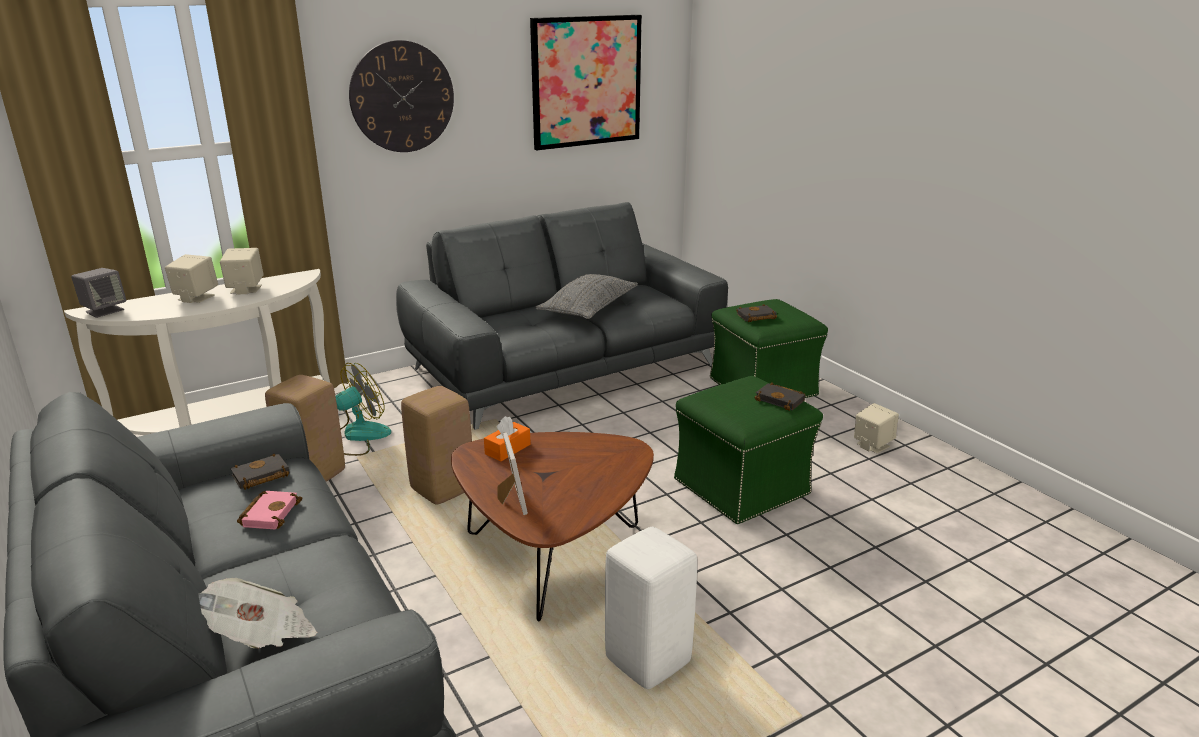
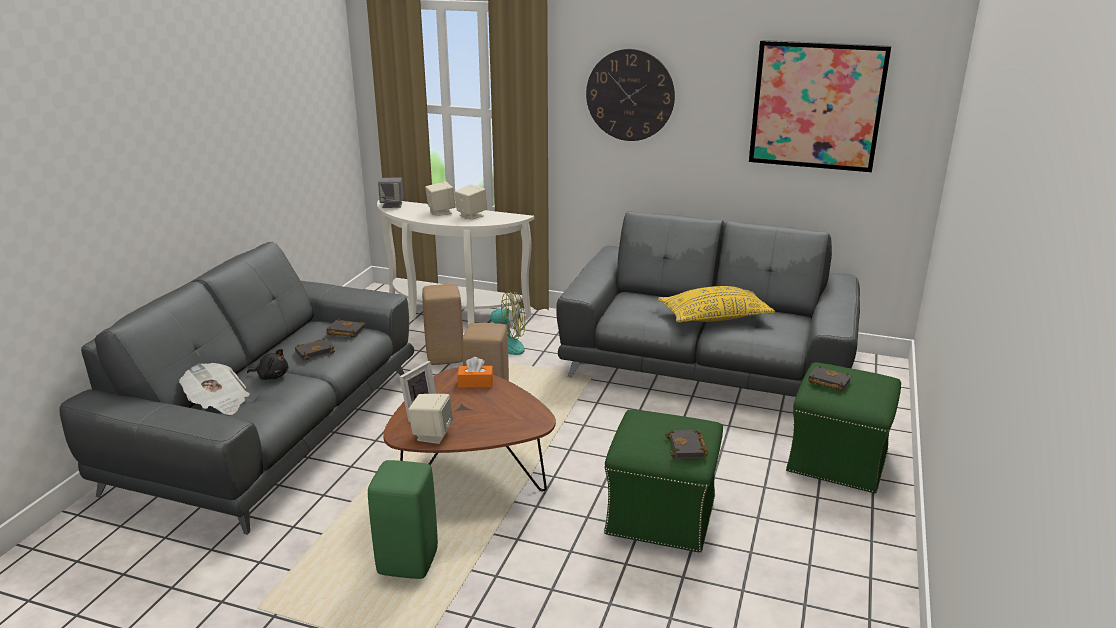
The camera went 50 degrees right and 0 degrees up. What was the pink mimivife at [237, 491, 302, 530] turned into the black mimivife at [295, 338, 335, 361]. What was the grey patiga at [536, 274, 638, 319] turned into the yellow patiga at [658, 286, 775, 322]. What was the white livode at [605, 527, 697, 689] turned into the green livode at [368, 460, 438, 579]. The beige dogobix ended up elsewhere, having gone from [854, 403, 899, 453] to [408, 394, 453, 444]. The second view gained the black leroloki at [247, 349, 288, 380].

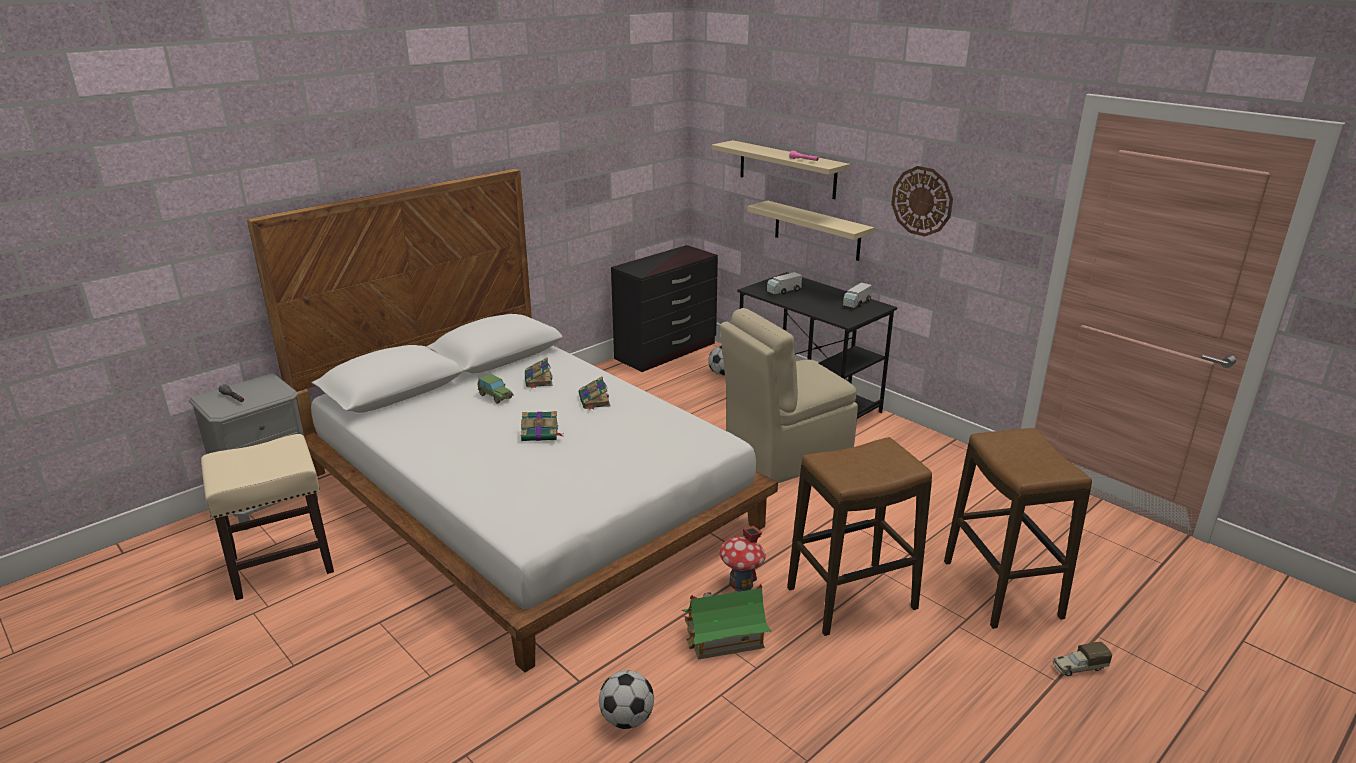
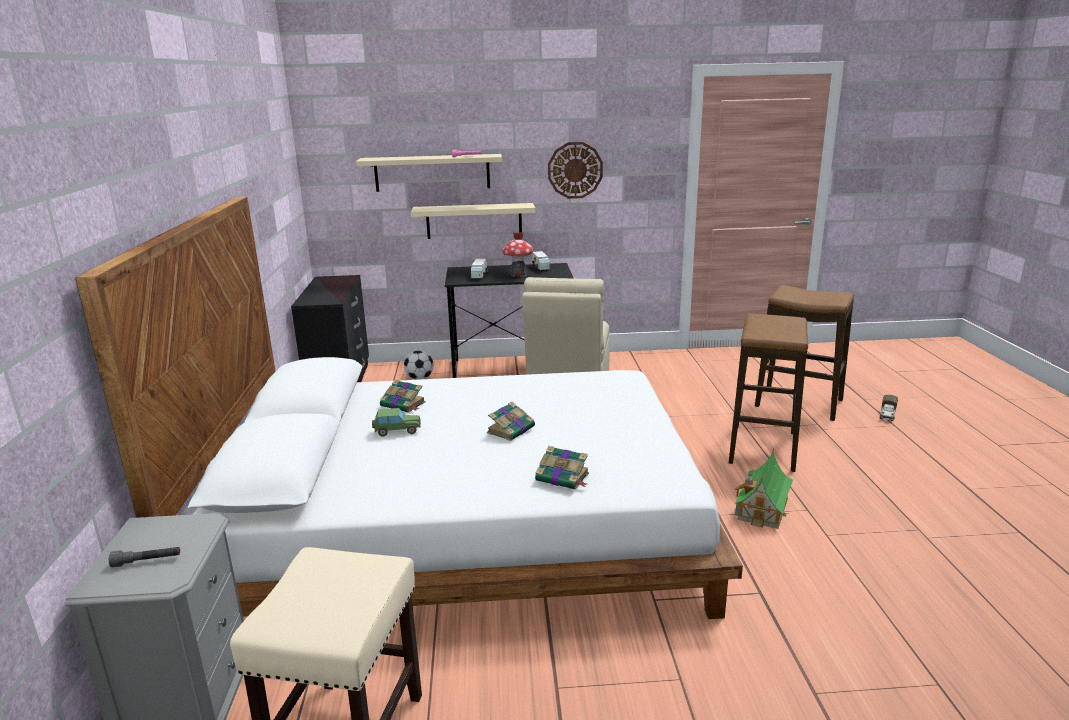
The camera went 50 degrees left and 5 degrees down. The mimivife ended up elsewhere, having gone from [579, 376, 611, 410] to [535, 446, 589, 490]. The second view lost the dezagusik at [599, 670, 654, 729]. The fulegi ended up elsewhere, having gone from [719, 526, 766, 592] to [502, 232, 533, 277].

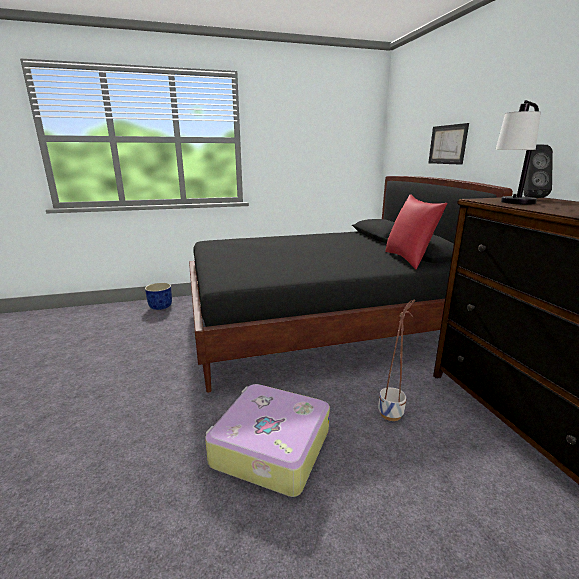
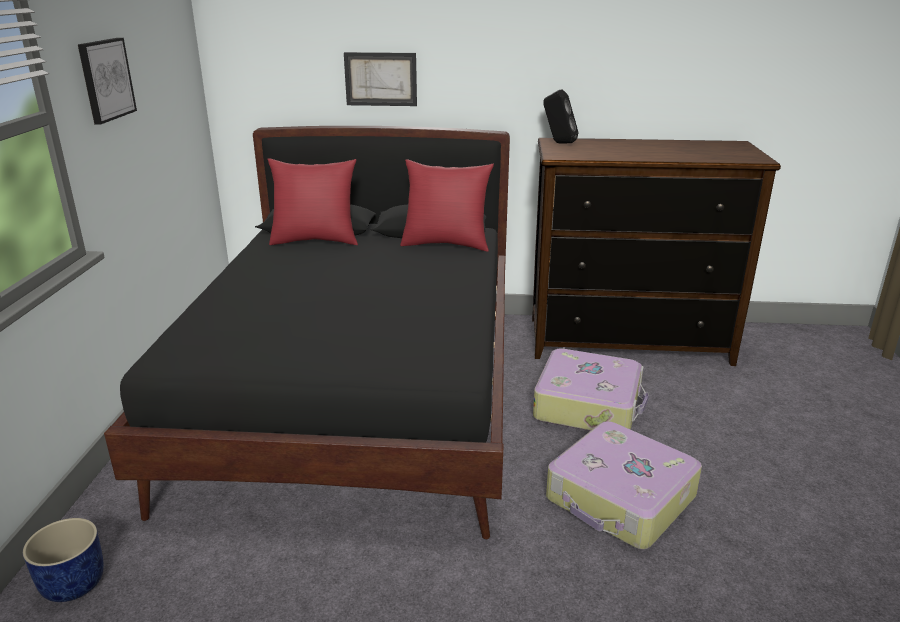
The camera went 70 degrees left and 5 degrees up. Where the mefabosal stood at [378, 299, 415, 421], the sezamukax came to stand at [533, 348, 649, 431]. The second view lost the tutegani at [496, 100, 541, 205]. The second view gained the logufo at [78, 38, 137, 124]. The second view gained the red patiga at [267, 159, 358, 245].

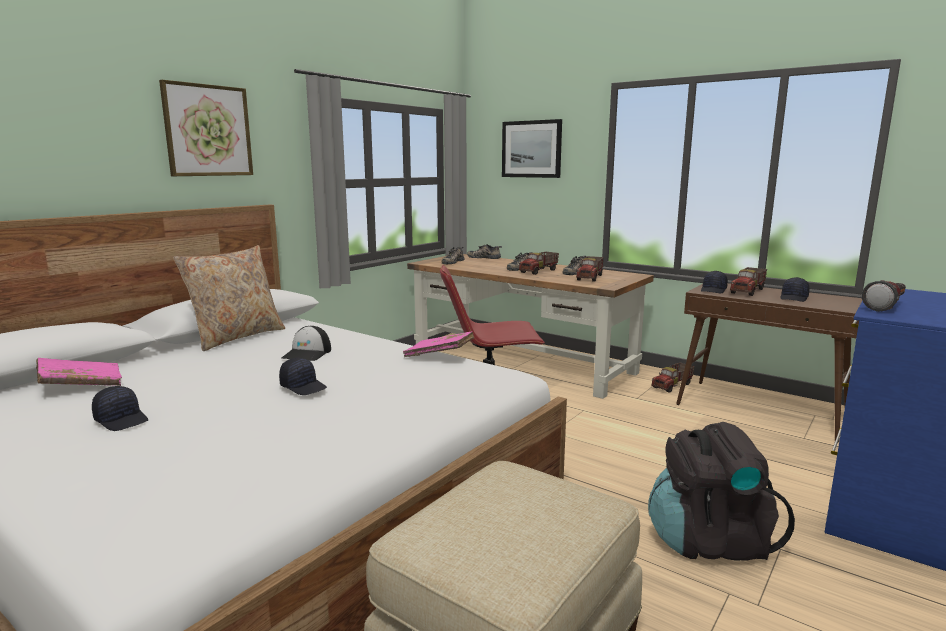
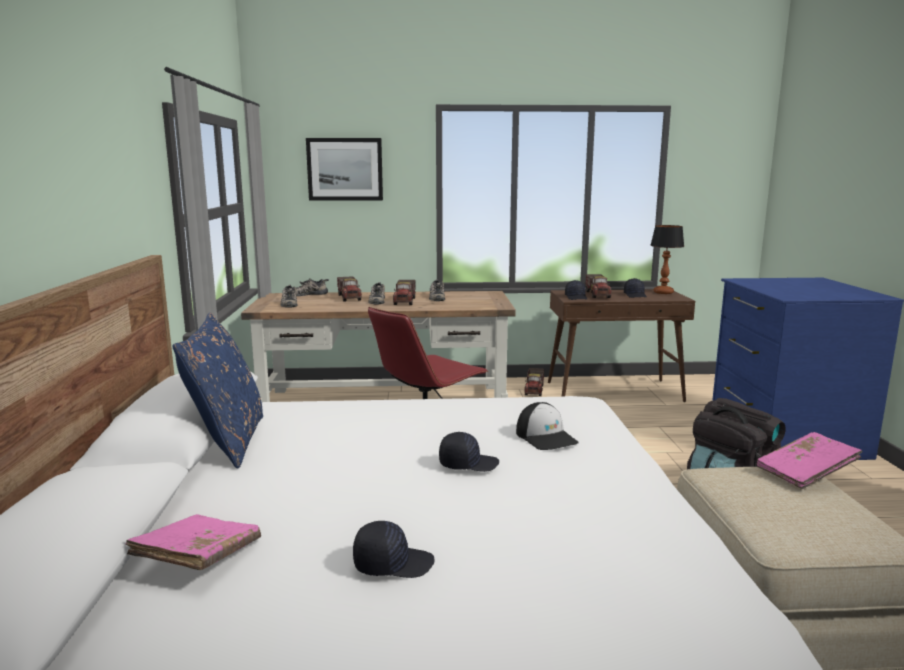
The camera went 40 degrees left and 0 degrees up. The second view lost the logufo at [159, 80, 253, 176]. What was the beige patiga at [173, 245, 285, 351] turned into the blue patiga at [173, 313, 263, 469]. The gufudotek ended up elsewhere, having gone from [282, 326, 331, 361] to [516, 402, 579, 450]. The pink mimivife ended up elsewhere, having gone from [403, 332, 474, 357] to [757, 432, 863, 489]. The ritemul ended up elsewhere, having gone from [576, 256, 604, 282] to [337, 276, 362, 302]. The second view lost the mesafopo at [862, 280, 906, 312]. The second view gained the tutegani at [650, 225, 684, 294].

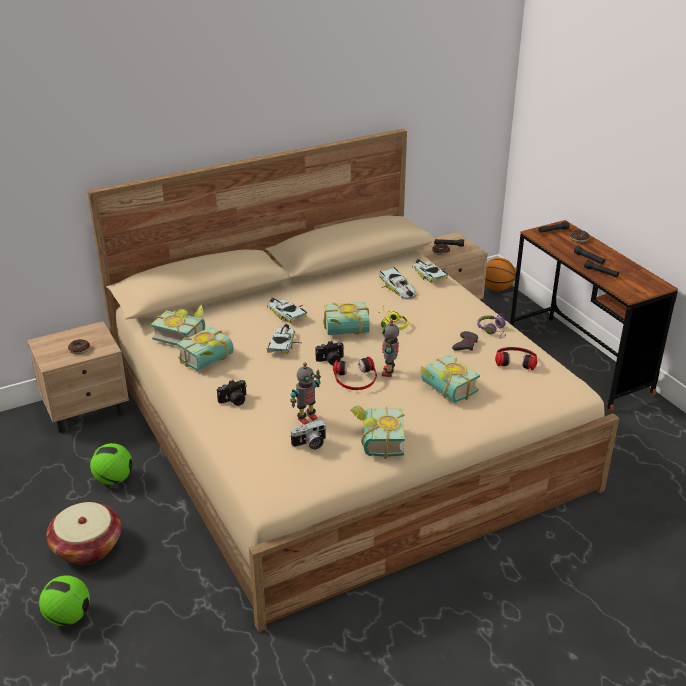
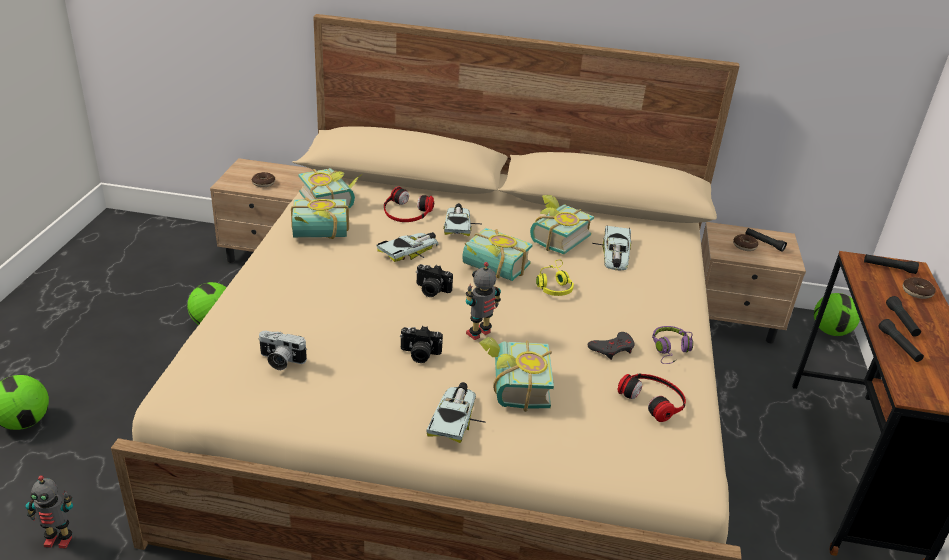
The camera went 35 degrees right and 0 degrees up. The second view lost the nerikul at [46, 502, 121, 564]. The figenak ended up elsewhere, having gone from [217, 380, 247, 406] to [400, 326, 443, 363]. The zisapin ended up elsewhere, having gone from [290, 363, 321, 425] to [26, 475, 73, 548]. The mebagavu ended up elsewhere, having gone from [333, 357, 377, 390] to [384, 187, 434, 222]. The mimivife ended up elsewhere, having gone from [350, 406, 405, 459] to [530, 195, 594, 254]. The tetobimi ended up elsewhere, having gone from [412, 259, 448, 283] to [426, 382, 486, 443]. Where the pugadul stood at [485, 258, 516, 291], the dezagusik came to stand at [814, 293, 860, 336].

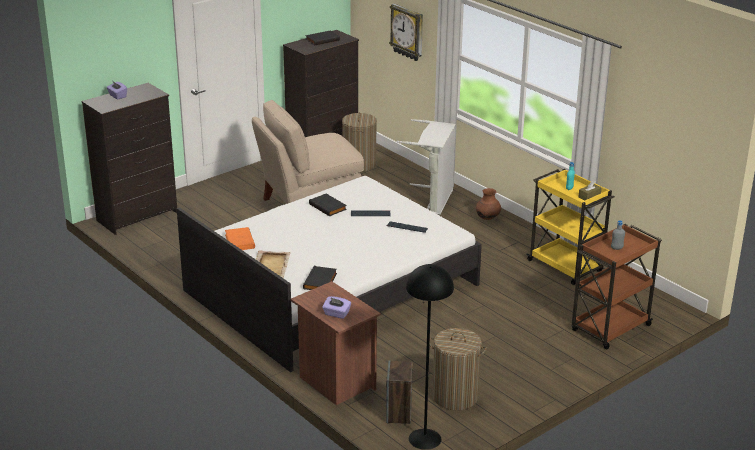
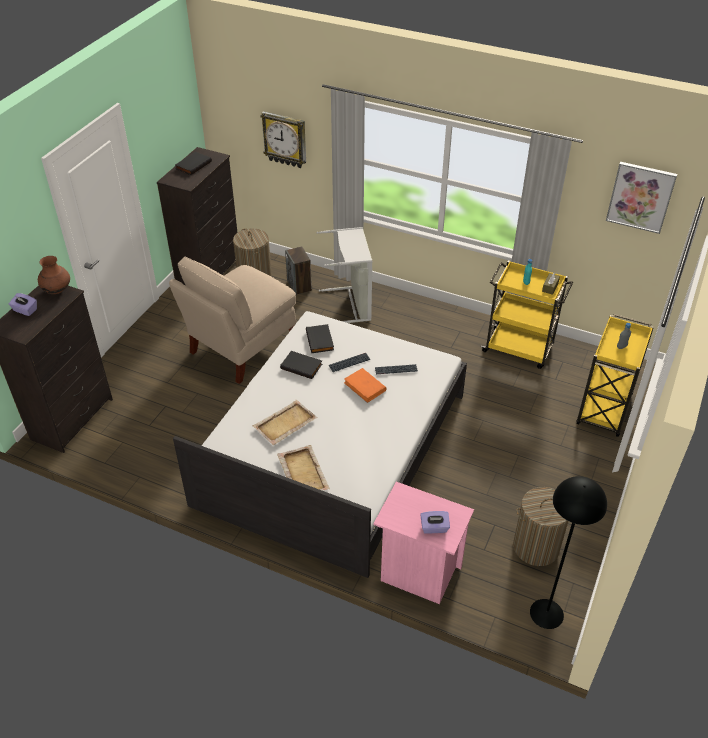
The camera went 25 degrees left and 15 degrees up. The orange mimivife ended up elsewhere, having gone from [225, 227, 255, 250] to [344, 368, 387, 403]. What was the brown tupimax at [291, 281, 381, 405] turned into the pink tupimax at [374, 482, 474, 604]. The black mimivife ended up elsewhere, having gone from [303, 266, 337, 290] to [306, 324, 334, 353]. The dogobix ended up elsewhere, having gone from [386, 360, 413, 424] to [285, 246, 312, 295]. The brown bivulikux ended up elsewhere, having gone from [476, 188, 501, 220] to [38, 256, 70, 294]. What was the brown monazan at [572, 224, 662, 350] turned into the yellow monazan at [576, 314, 654, 437]. The second view gained the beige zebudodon at [253, 400, 317, 445]. The second view gained the logufo at [606, 162, 677, 234].

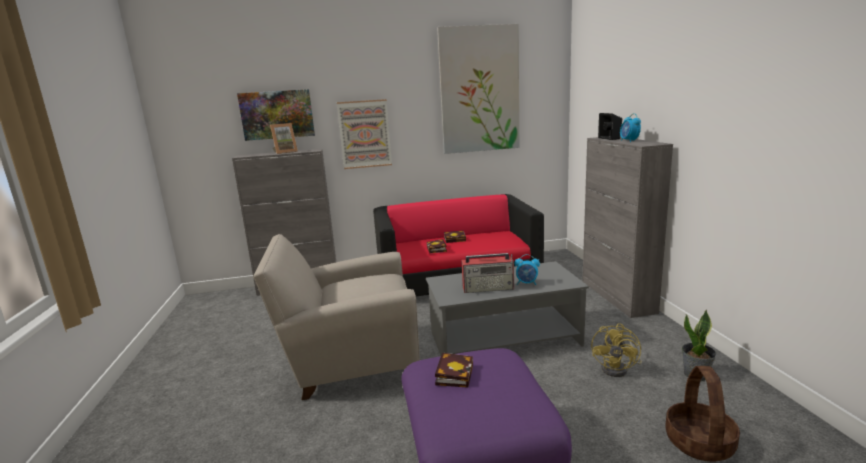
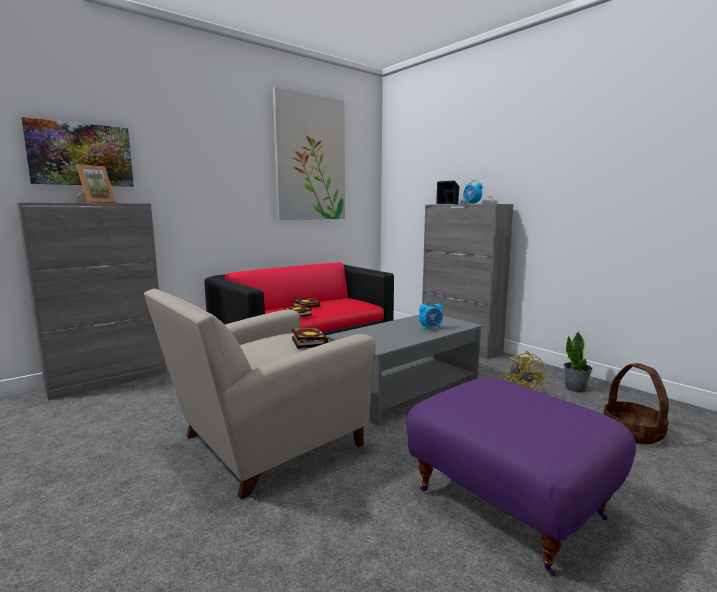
The camera went 30 degrees left and 5 degrees down. The second view lost the logufo at [337, 99, 392, 169]. The mimivife ended up elsewhere, having gone from [435, 352, 473, 388] to [292, 329, 326, 349]. The second view lost the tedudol at [461, 253, 514, 293].

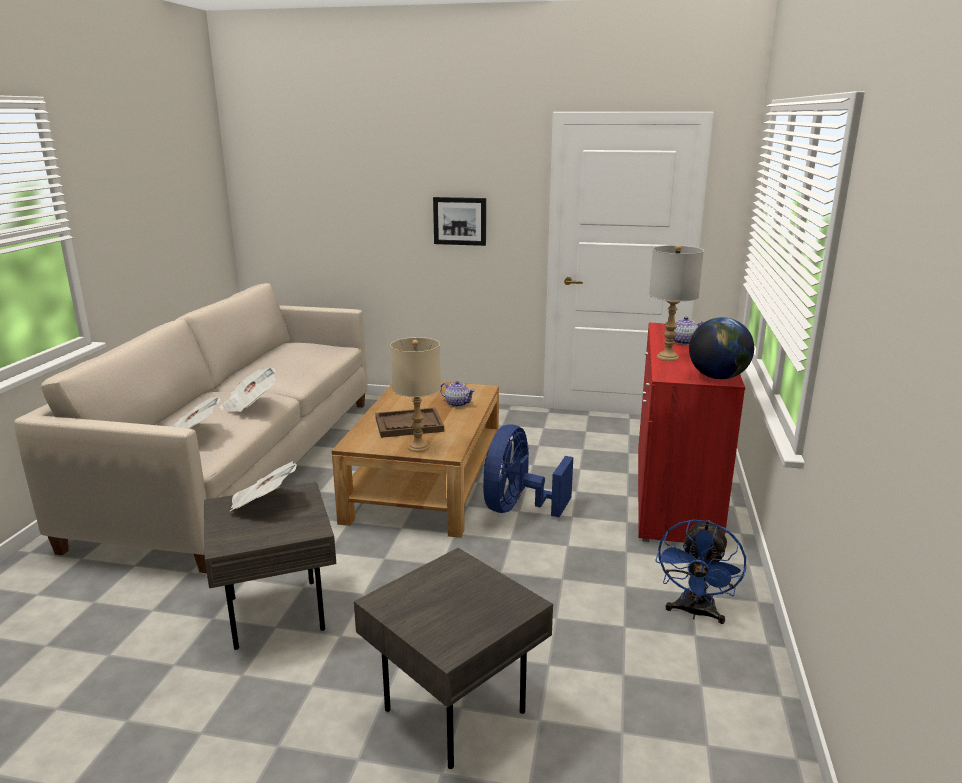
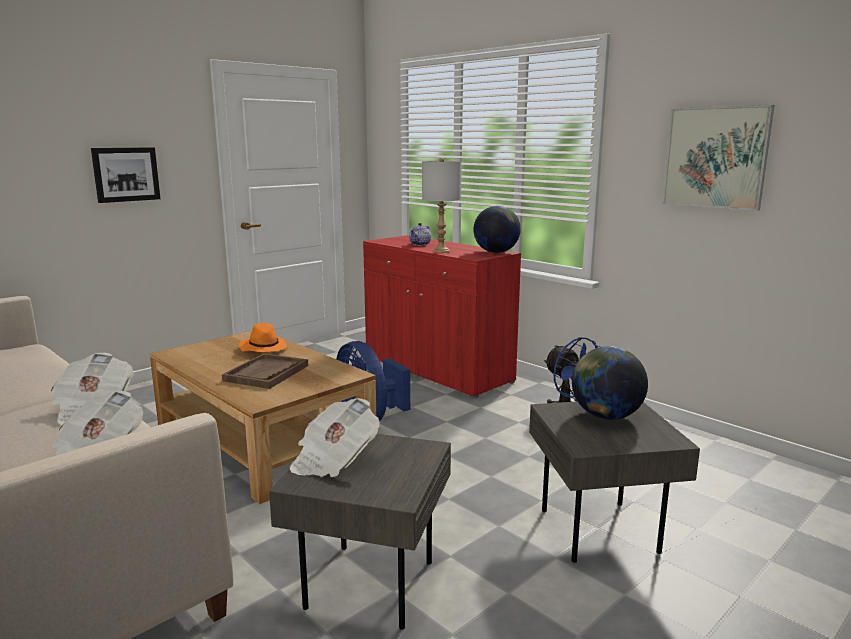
The camera went 55 degrees left and 5 degrees down. The second view lost the beige tutegani at [390, 337, 441, 452]. Where the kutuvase stood at [440, 381, 475, 407], the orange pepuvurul came to stand at [239, 323, 287, 352]. The second view gained the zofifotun at [572, 346, 648, 420]. The second view gained the logufo at [662, 105, 774, 211].

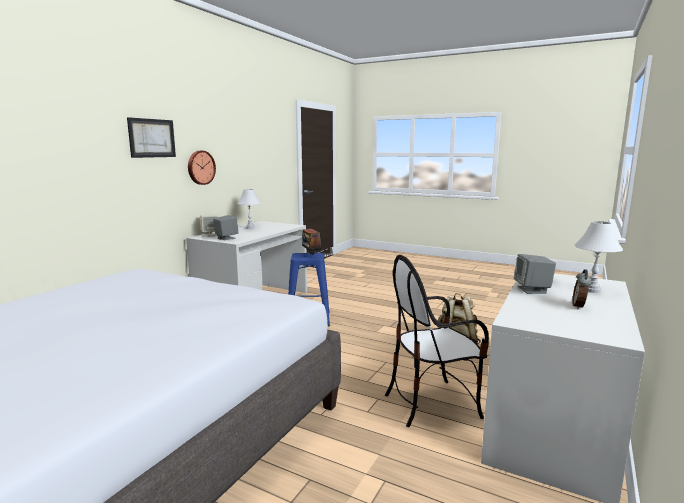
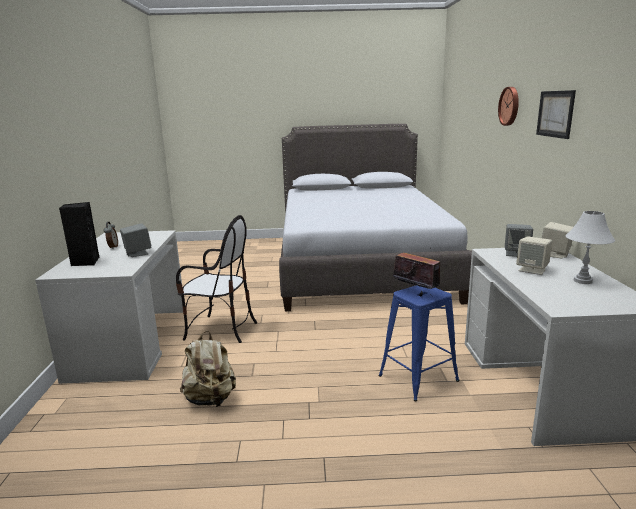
The camera went 150 degrees right and 5 degrees up. The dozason ended up elsewhere, having gone from [188, 151, 216, 185] to [498, 87, 519, 126]. The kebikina at [385, 255, 489, 427] ended up facing another way, 60 degrees clockwise from before. Where the white tutegani stood at [574, 221, 623, 293], the black dogobix came to stand at [59, 202, 99, 266]. The second view gained the beige dogobix at [516, 236, 552, 275].

